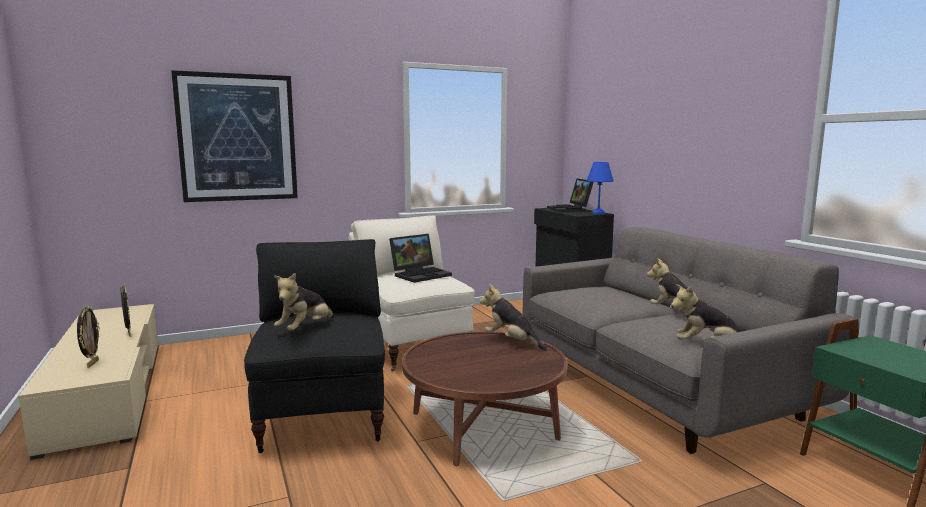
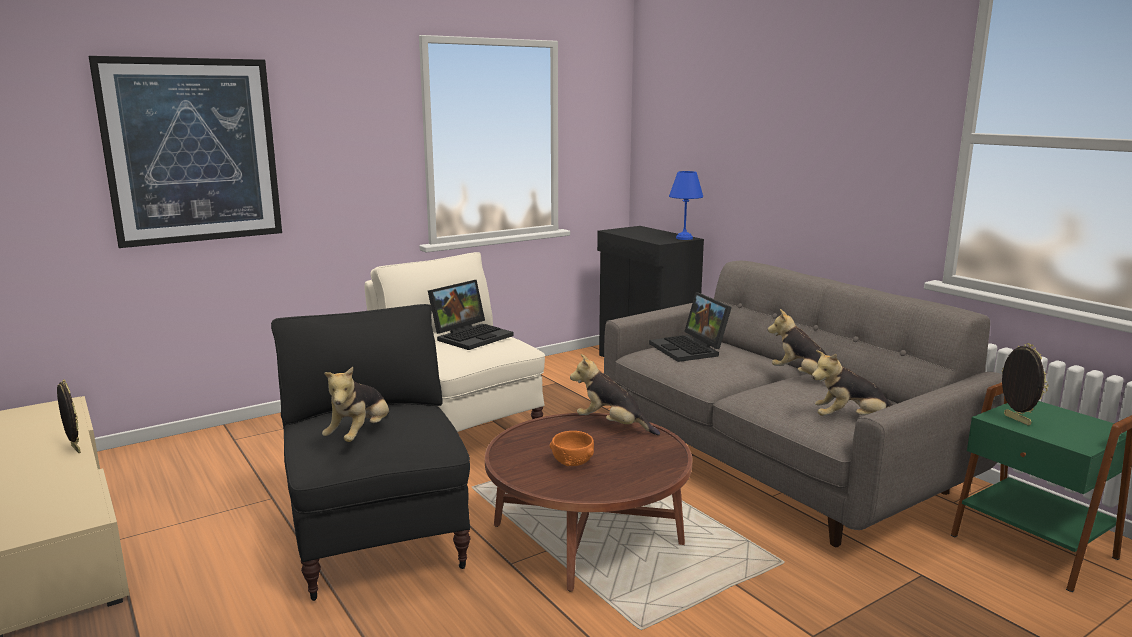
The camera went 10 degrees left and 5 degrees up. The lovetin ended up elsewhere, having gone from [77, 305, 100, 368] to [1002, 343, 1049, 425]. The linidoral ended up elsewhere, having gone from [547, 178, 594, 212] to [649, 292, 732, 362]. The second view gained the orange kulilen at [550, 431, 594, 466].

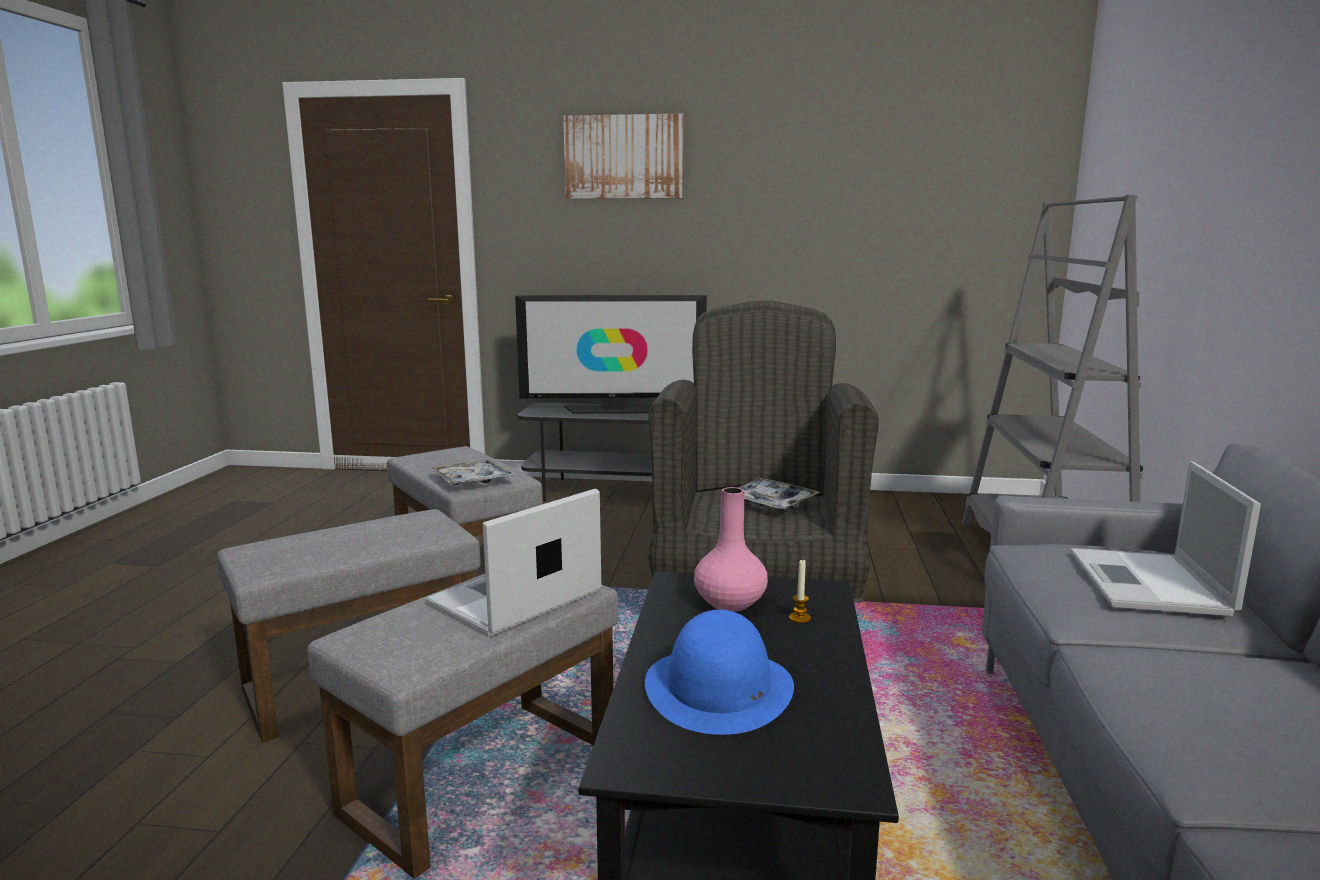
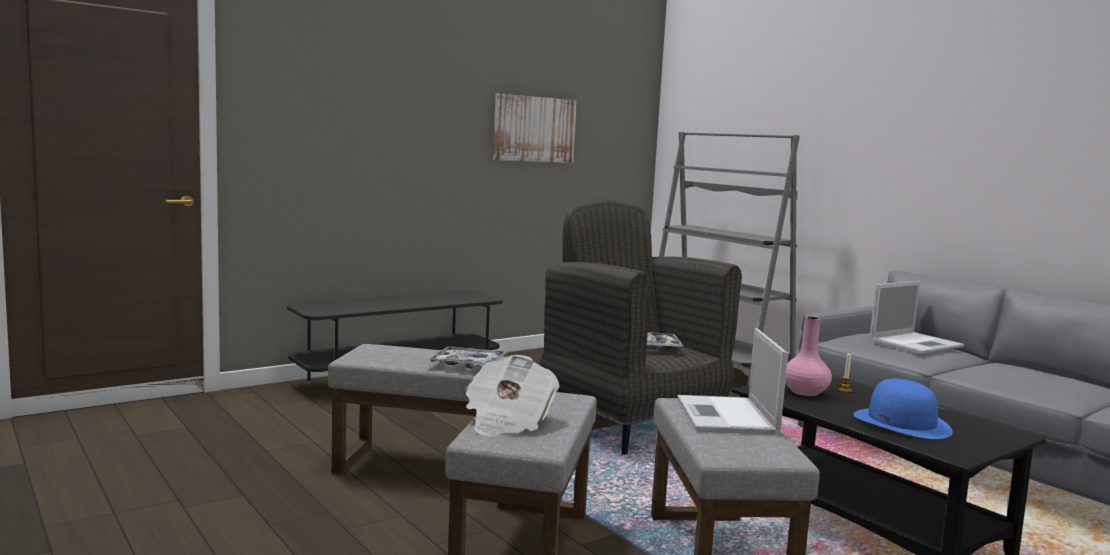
The camera went 45 degrees left and 5 degrees down. The second view lost the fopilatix at [515, 295, 707, 414]. The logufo ended up elsewhere, having gone from [563, 114, 683, 199] to [493, 93, 577, 163]. The linidoral at [1070, 461, 1261, 616] ended up facing another way, 90 degrees counterclockwise from before. The second view gained the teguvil at [465, 355, 560, 436].

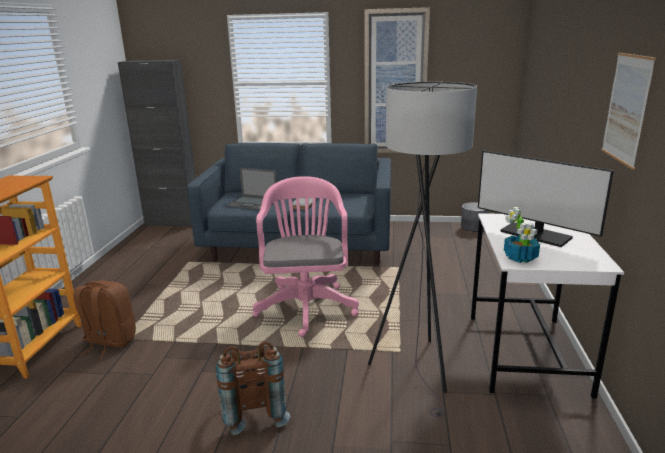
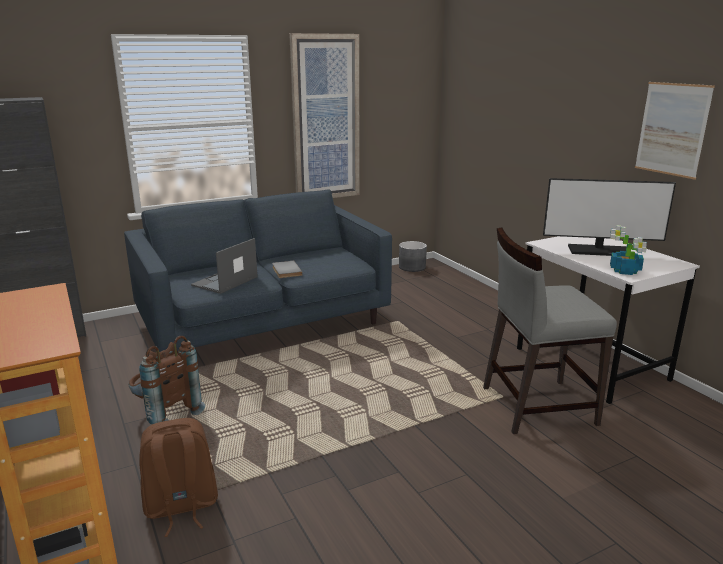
The camera went 35 degrees left and 0 degrees up. The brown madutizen ended up elsewhere, having gone from [216, 341, 290, 435] to [129, 336, 205, 424]. The linidoral at [227, 168, 277, 210] ended up facing another way, 135 degrees clockwise from before. The second view lost the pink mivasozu at [252, 176, 359, 337]. Where the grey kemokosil stood at [368, 82, 477, 417], the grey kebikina came to stand at [483, 227, 617, 434].

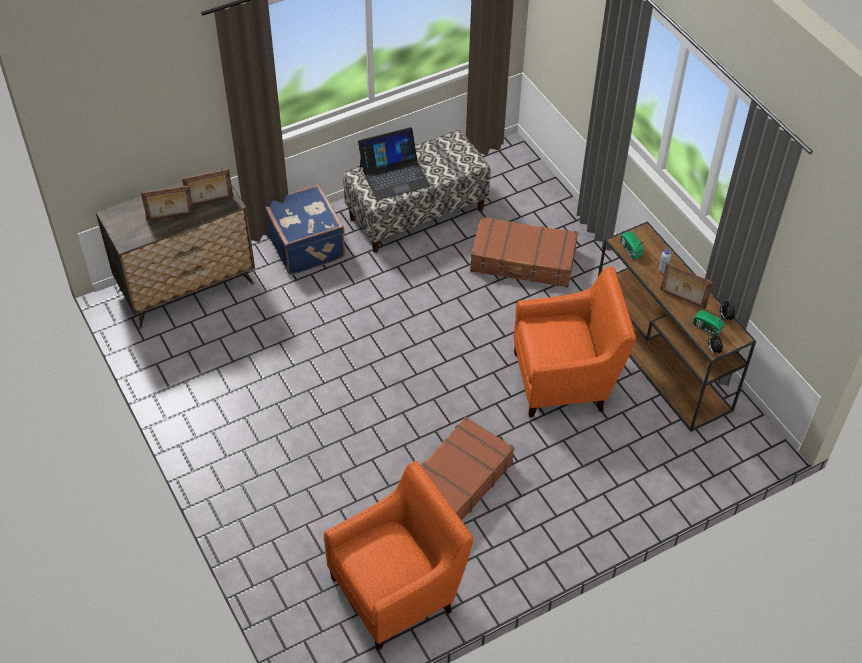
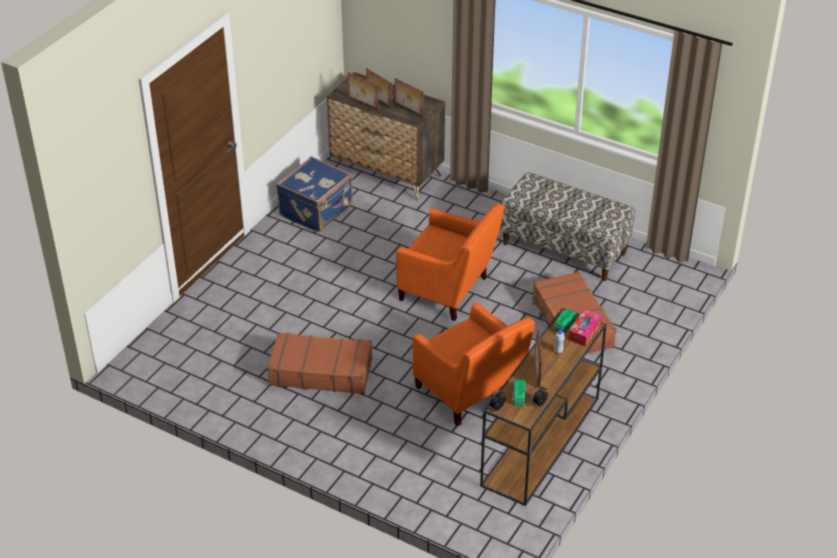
The camera went 60 degrees right and 10 degrees down. The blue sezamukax ended up elsewhere, having gone from [265, 184, 345, 275] to [276, 156, 353, 232]. The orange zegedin ended up elsewhere, having gone from [324, 461, 473, 651] to [396, 203, 504, 321]. The second view lost the linidoral at [358, 127, 430, 200]. The second view gained the lovetin at [348, 72, 379, 110]. The second view gained the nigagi at [568, 309, 602, 346].

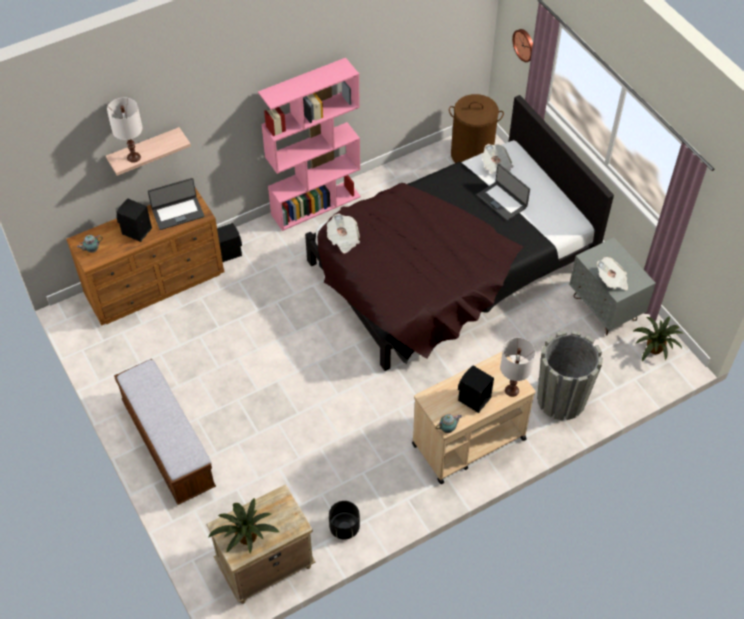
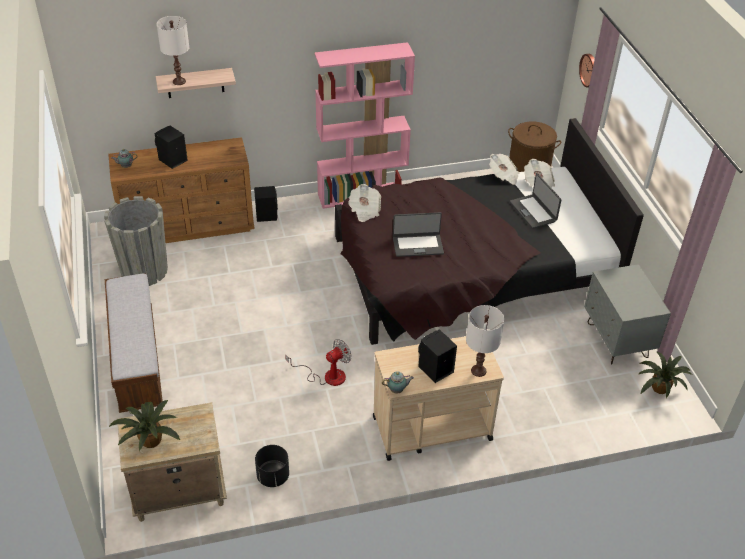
The camera went 15 degrees right and 10 degrees down. The linidoral ended up elsewhere, having gone from [148, 178, 205, 230] to [393, 212, 444, 257]. The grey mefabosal ended up elsewhere, having gone from [537, 331, 603, 420] to [104, 196, 168, 286]. The teguvil ended up elsewhere, having gone from [597, 257, 628, 290] to [489, 154, 520, 185]. The second view gained the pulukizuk at [285, 339, 351, 386].

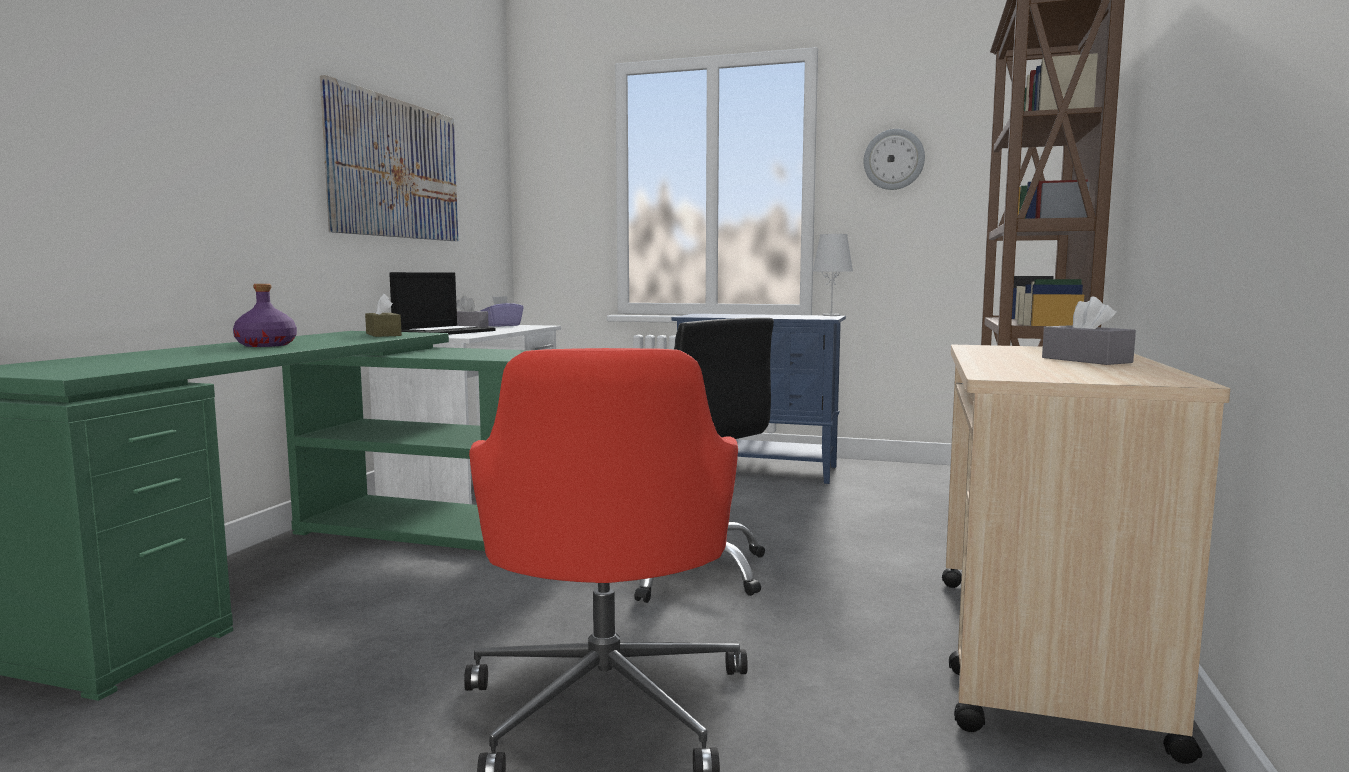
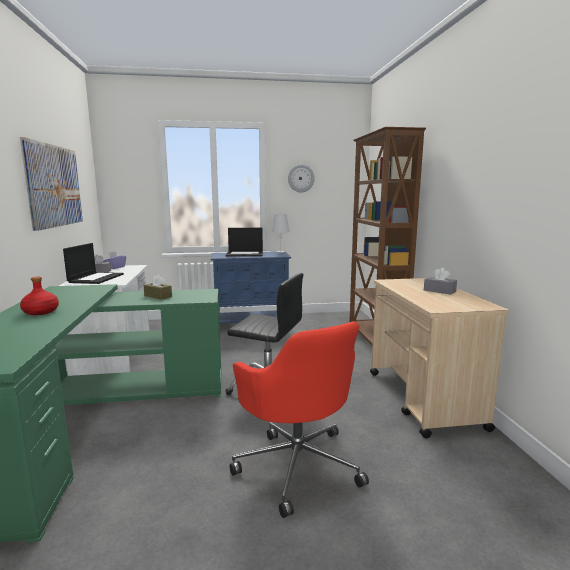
The camera went 25 degrees left and 5 degrees up. What was the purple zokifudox at [233, 284, 297, 347] turned into the red zokifudox at [20, 277, 59, 315]. The brown nigagi ended up elsewhere, having gone from [365, 294, 402, 337] to [144, 274, 172, 300]. The second view gained the linidoral at [226, 228, 263, 257].

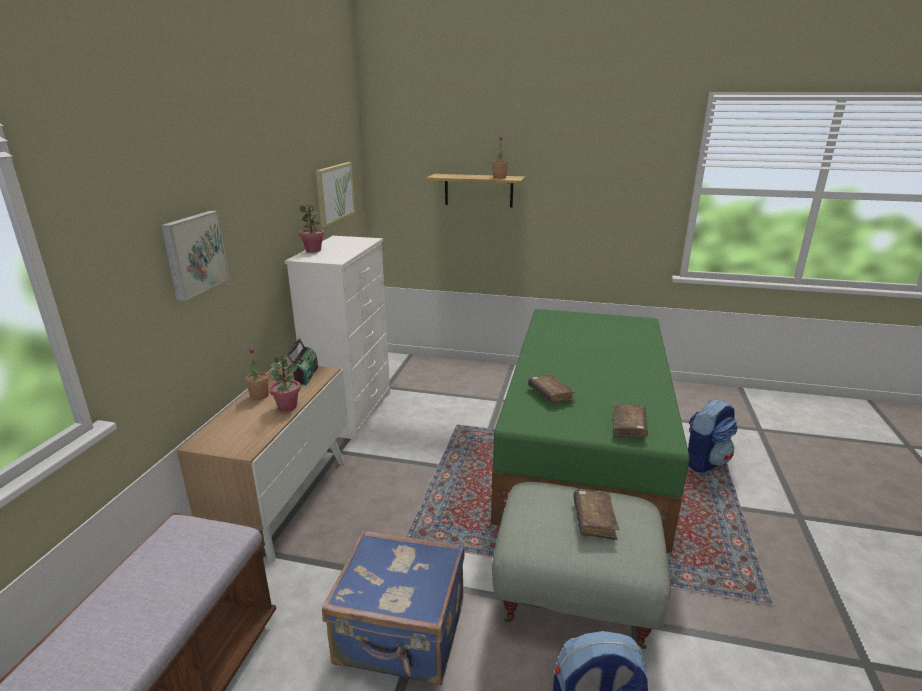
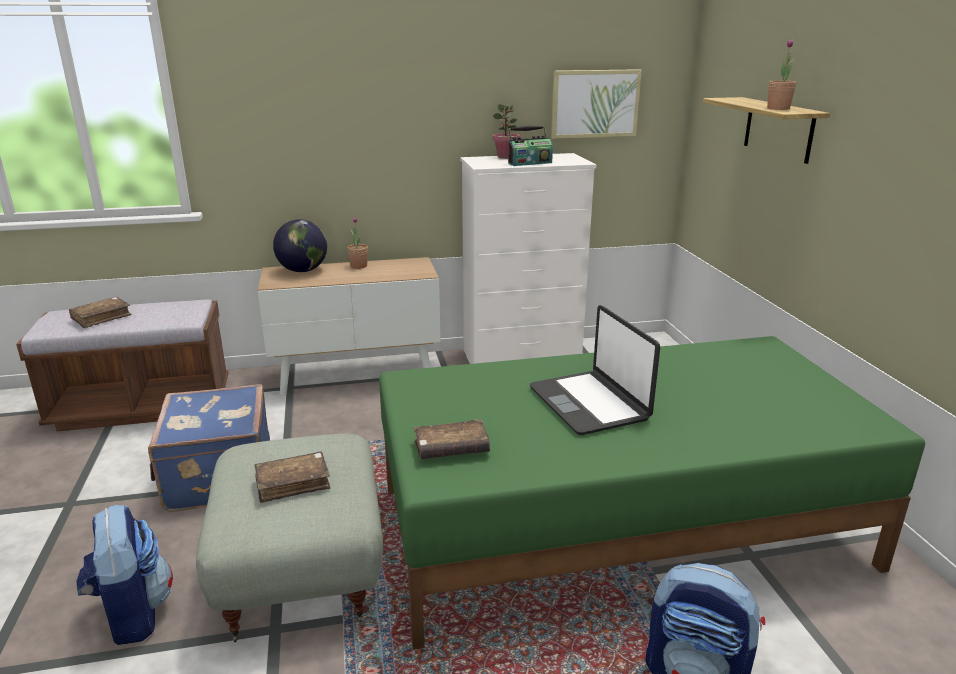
The camera went 65 degrees right and 0 degrees up. The second view lost the logufo at [161, 211, 230, 301]. The second view lost the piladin at [269, 355, 301, 412]. The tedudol ended up elsewhere, having gone from [287, 339, 318, 385] to [508, 126, 553, 166]. The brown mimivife ended up elsewhere, having gone from [528, 374, 576, 404] to [69, 297, 132, 328]. The second view gained the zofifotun at [273, 219, 327, 272]. The second view gained the linidoral at [530, 305, 660, 435].

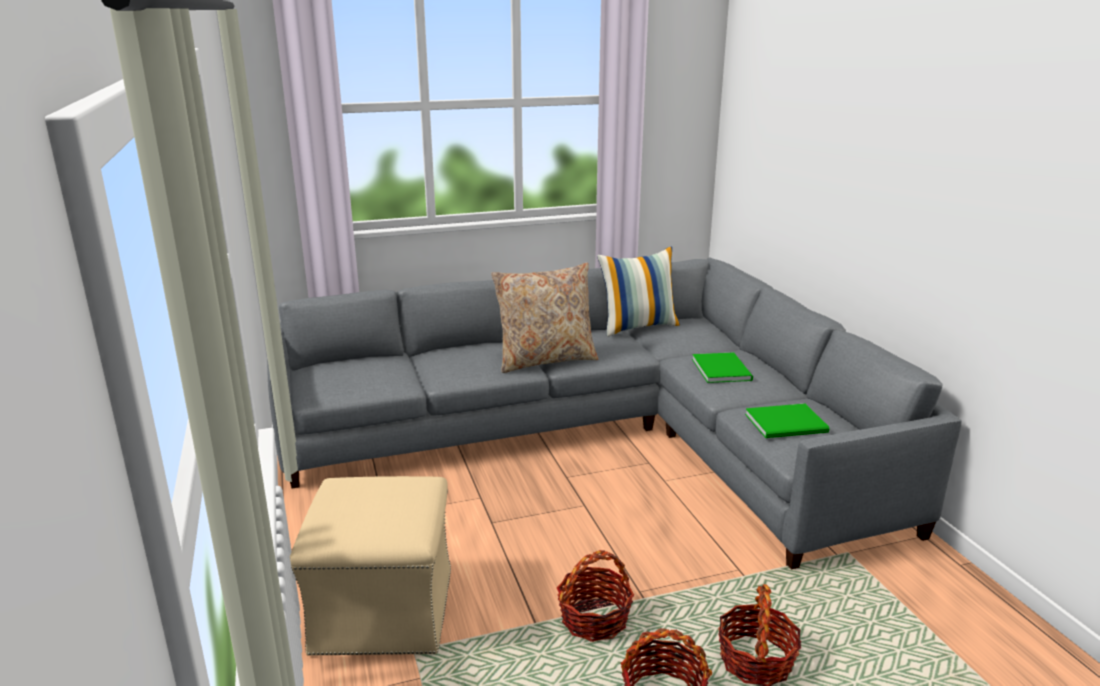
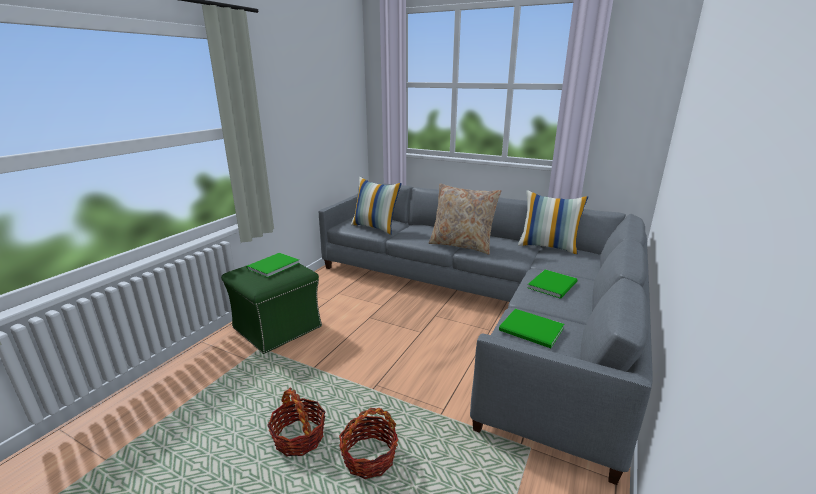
The camera went 45 degrees right and 0 degrees up. What was the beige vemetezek at [290, 476, 451, 655] turned into the green vemetezek at [221, 264, 322, 354]. The second view lost the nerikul at [557, 550, 634, 642]. The second view gained the green mimivife at [246, 253, 299, 278]. The second view gained the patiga at [351, 177, 402, 235].

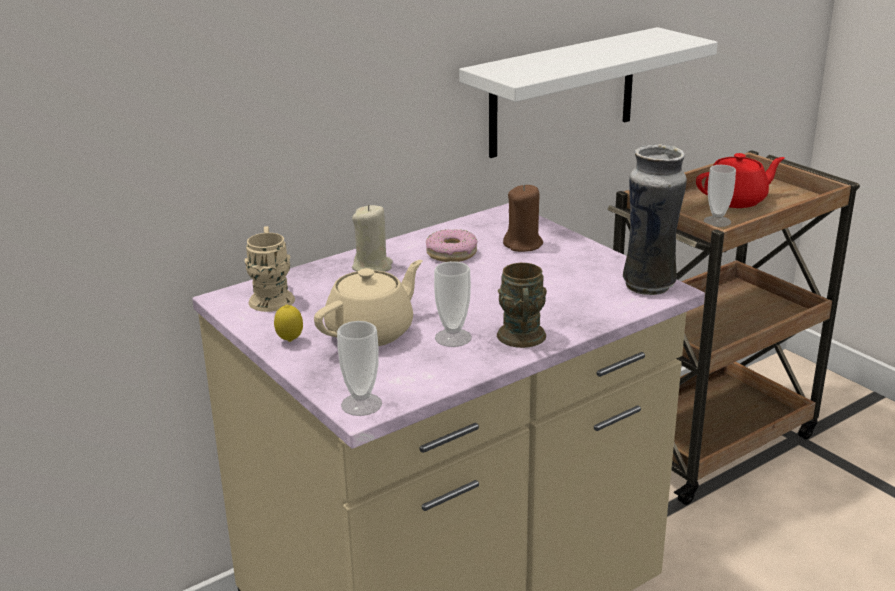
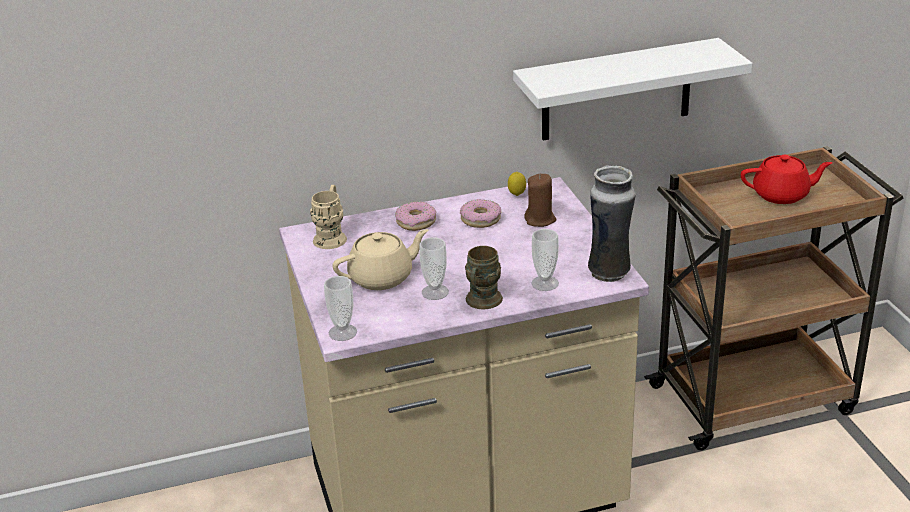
The camera went 20 degrees right and 5 degrees up. The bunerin ended up elsewhere, having gone from [274, 305, 303, 342] to [508, 172, 526, 196]. Where the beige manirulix stood at [352, 204, 393, 272], the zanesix came to stand at [395, 201, 437, 231]. The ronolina ended up elsewhere, having gone from [704, 165, 736, 227] to [531, 229, 559, 291].

